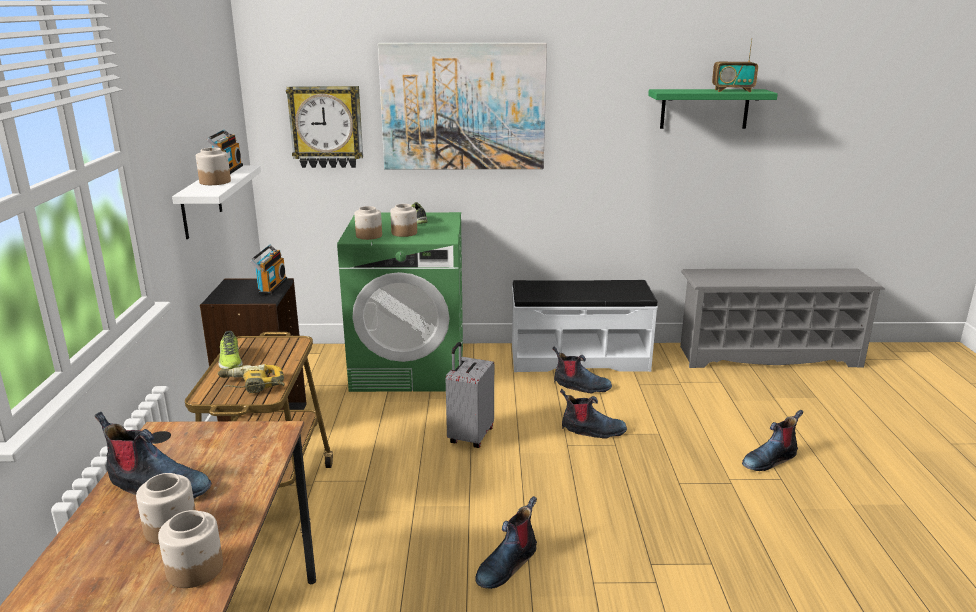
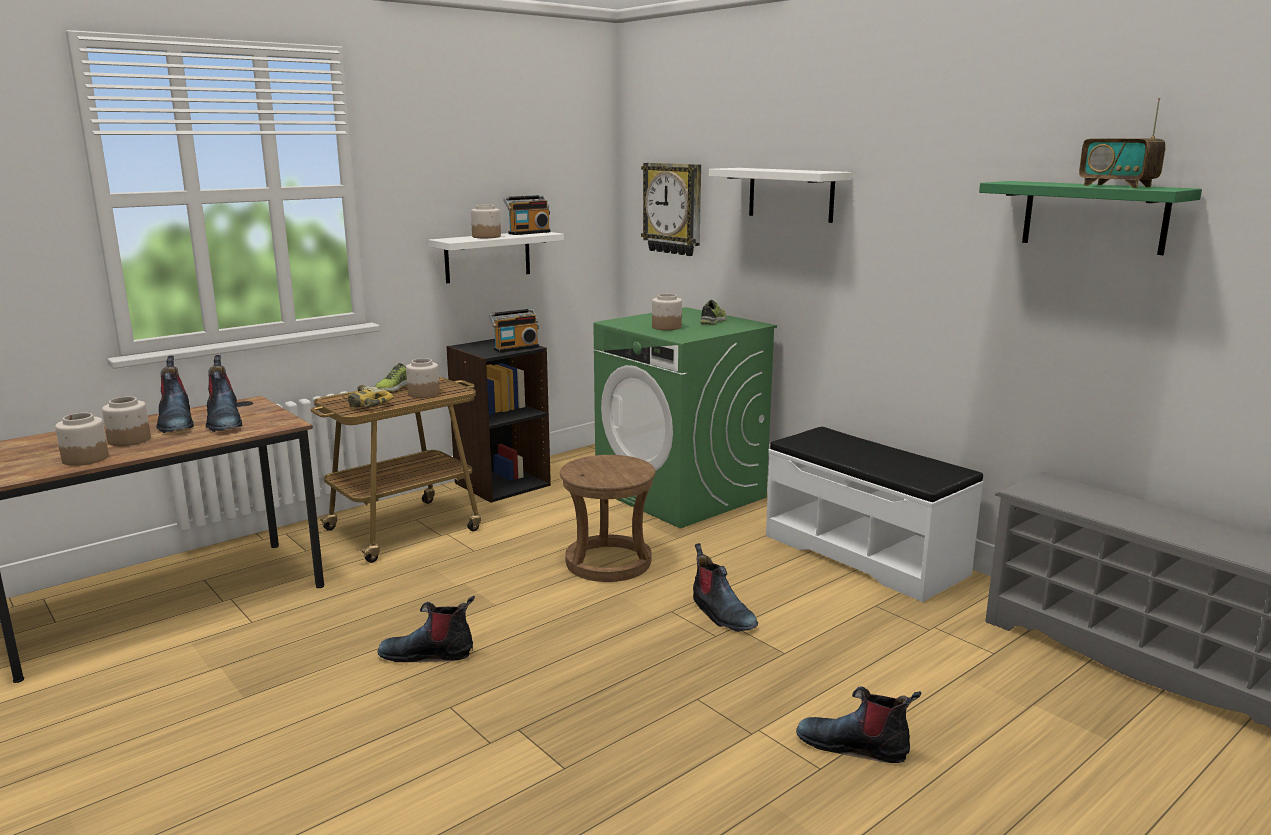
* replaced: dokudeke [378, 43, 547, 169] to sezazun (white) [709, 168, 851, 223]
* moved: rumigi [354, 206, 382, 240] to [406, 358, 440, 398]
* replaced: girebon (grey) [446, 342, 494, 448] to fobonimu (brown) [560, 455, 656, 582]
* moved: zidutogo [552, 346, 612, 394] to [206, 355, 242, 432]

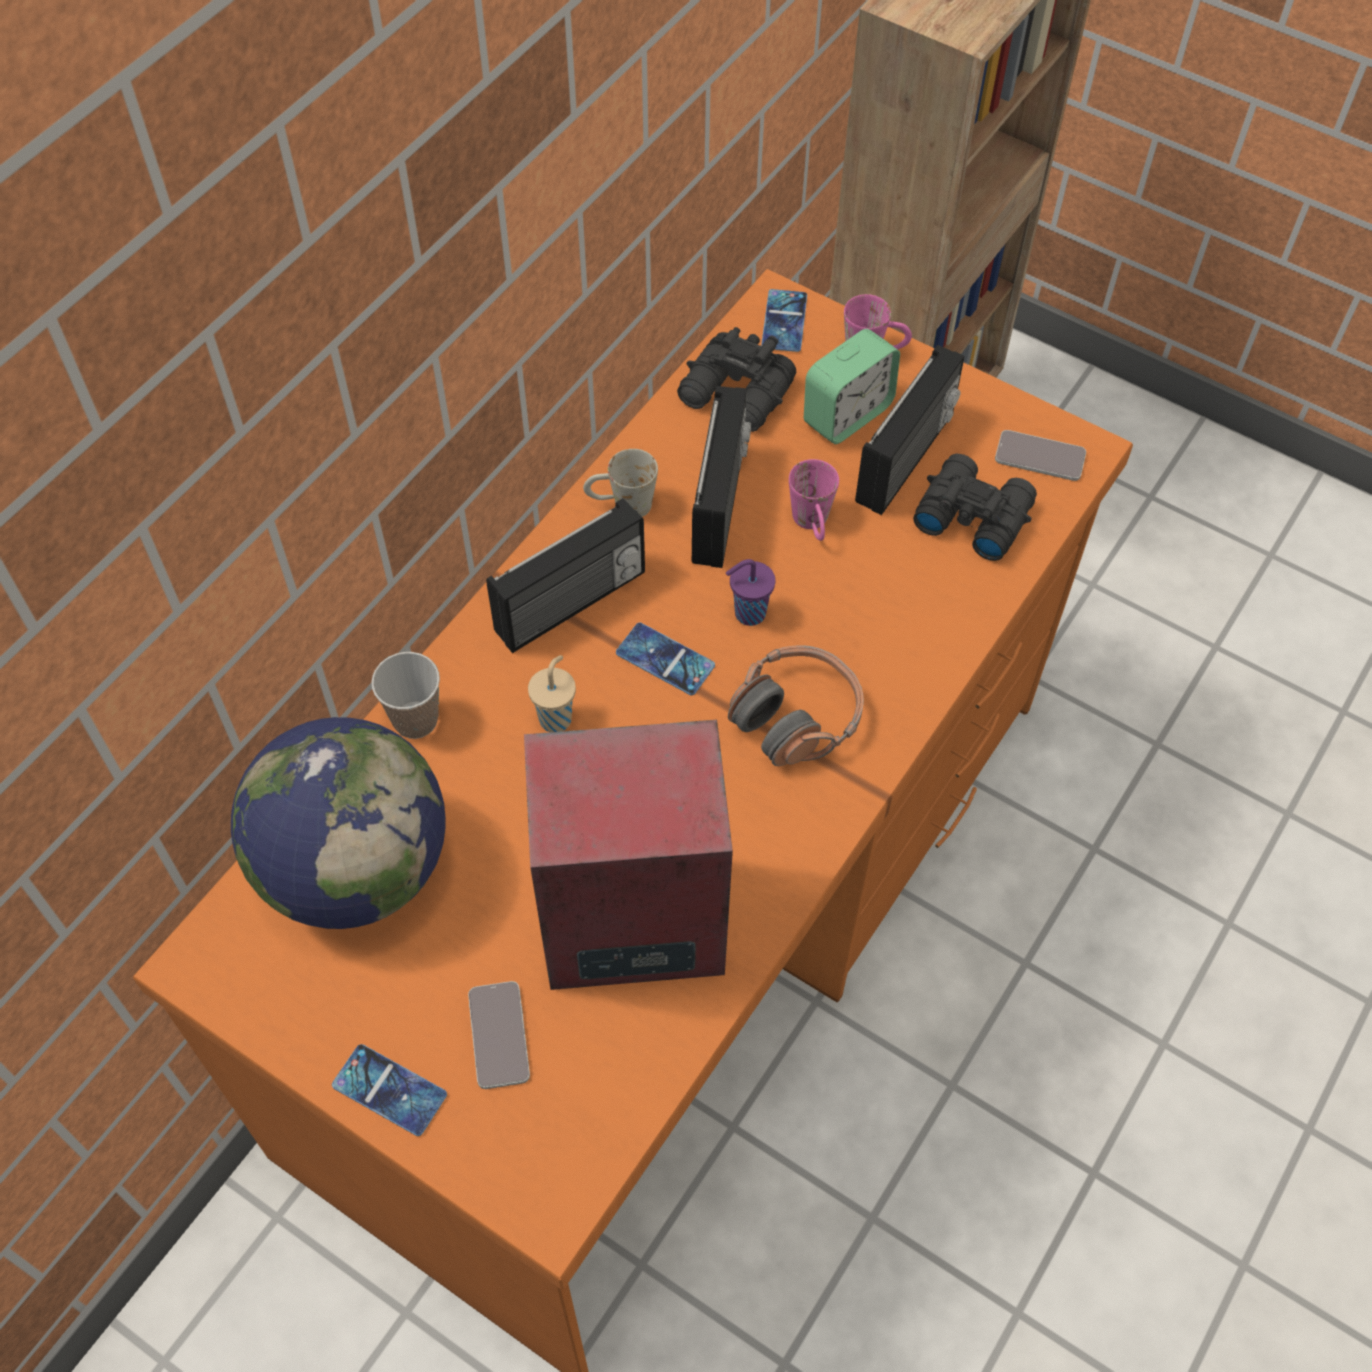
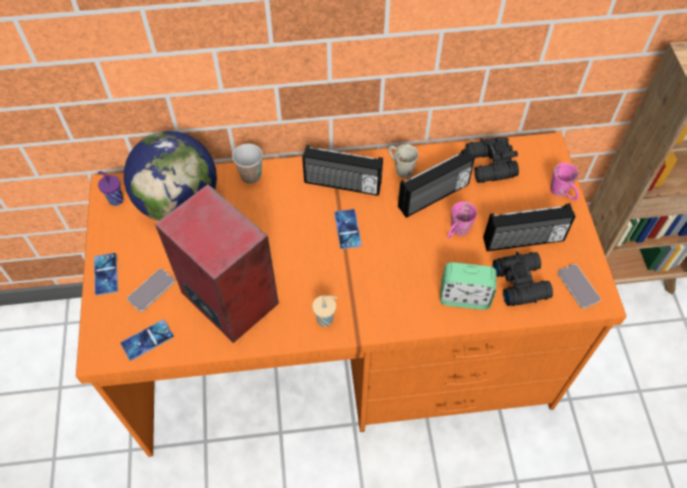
* moved: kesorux [761, 289, 807, 352] to [120, 320, 174, 361]
* moved: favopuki [804, 329, 900, 444] to [440, 262, 496, 310]
* moved: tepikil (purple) [726, 559, 776, 626] to [98, 171, 124, 206]
* removed: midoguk [728, 645, 864, 766]
* moved: tepikil (beige) [528, 655, 576, 732] to [312, 295, 338, 327]

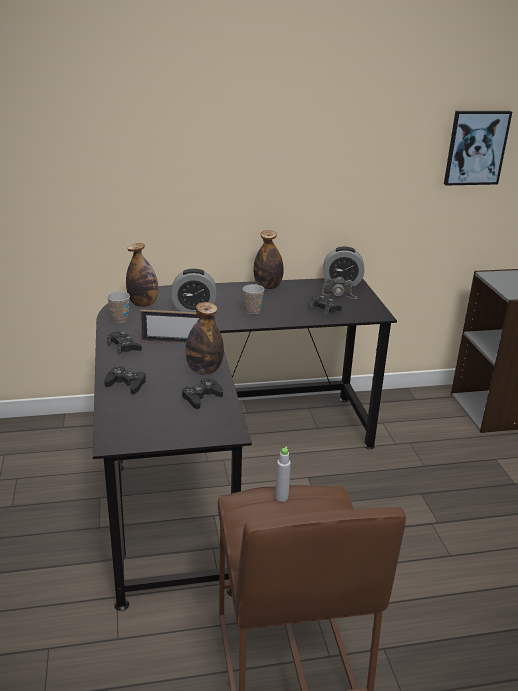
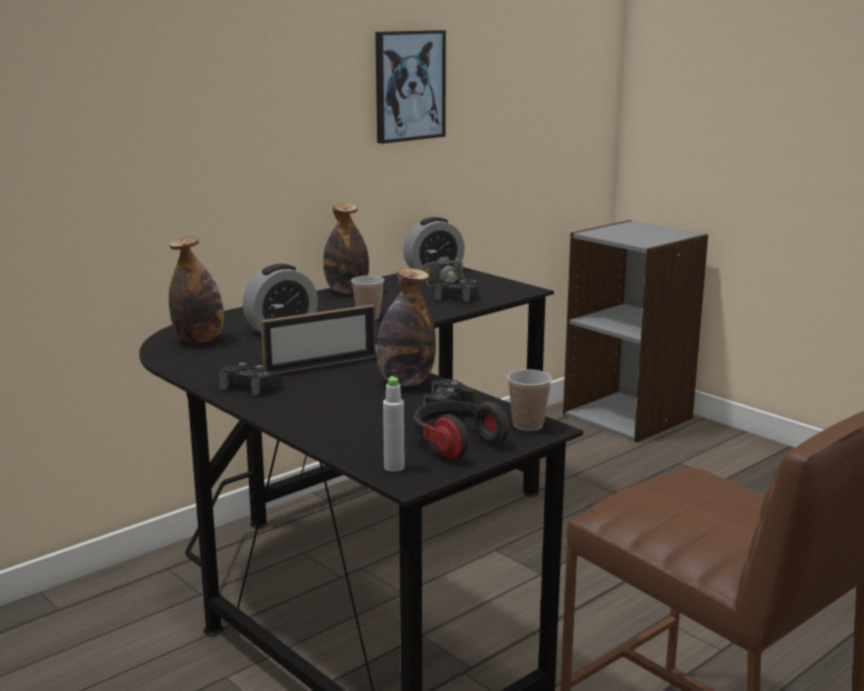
* moved: dokudeke [444, 111, 512, 186] to [375, 30, 446, 144]
* moved: tepikil [107, 292, 130, 323] to [507, 369, 552, 431]
* removed: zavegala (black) [104, 366, 146, 394]
* moved: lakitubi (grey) [275, 447, 291, 502] to [383, 376, 405, 472]
* added: midoguk [413, 401, 509, 460]

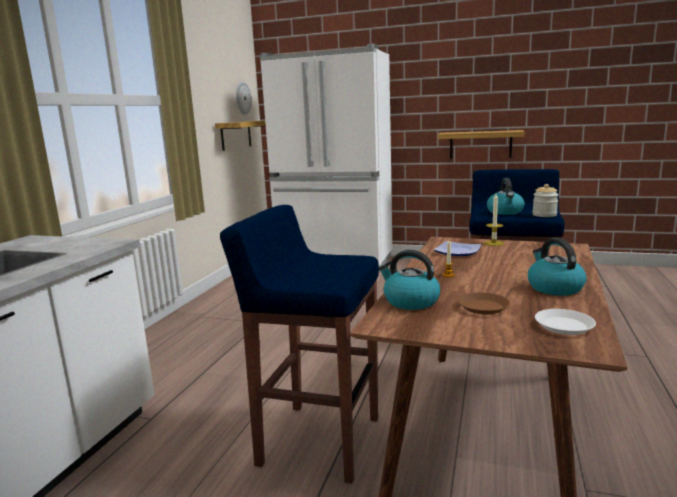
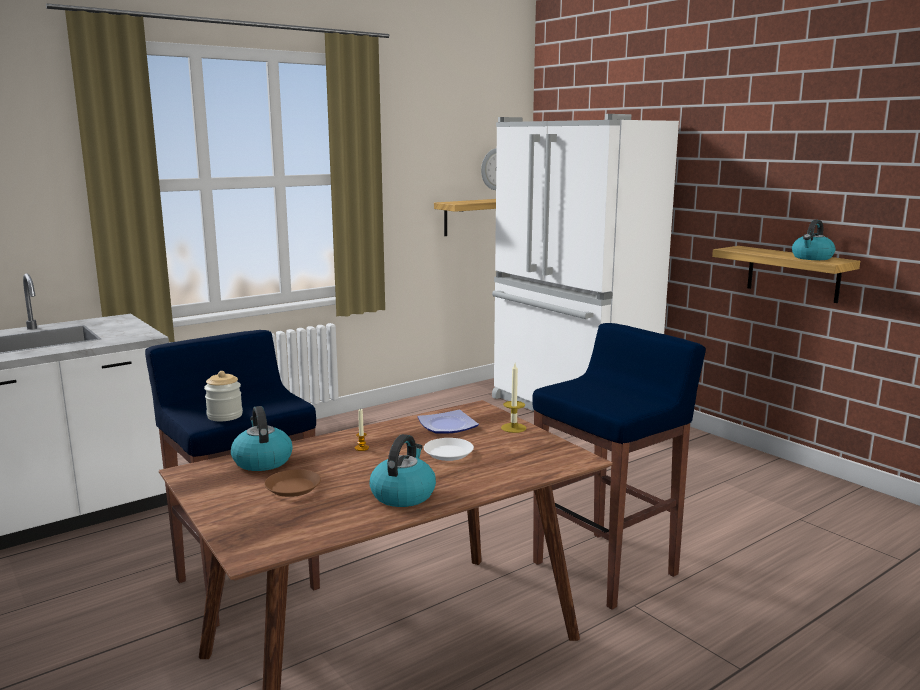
* moved: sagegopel [487, 178, 525, 215] to [792, 220, 835, 260]
* moved: rumigi [532, 184, 559, 217] to [204, 371, 243, 421]
* moved: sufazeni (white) [535, 309, 596, 335] to [424, 438, 474, 461]

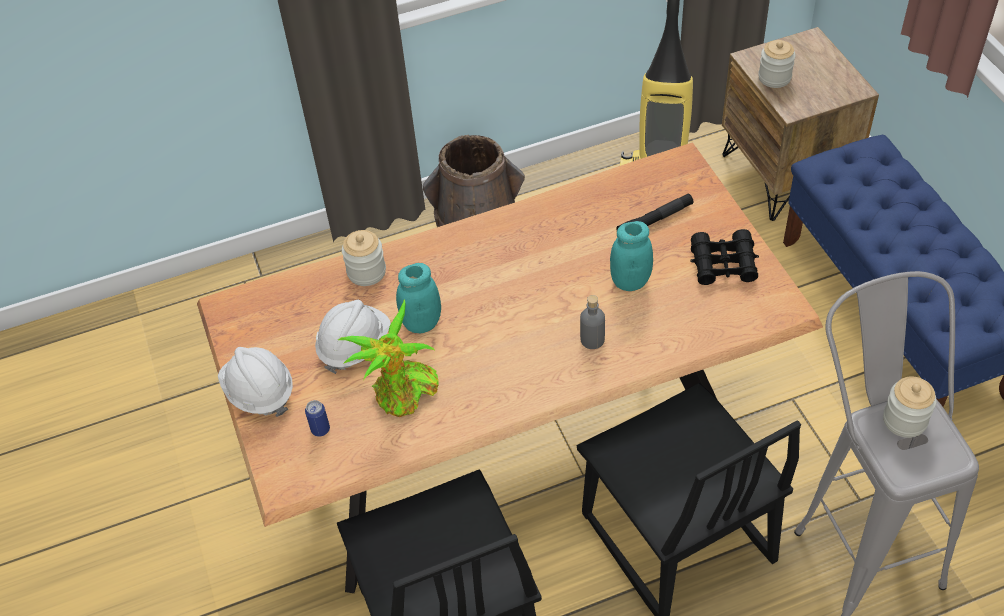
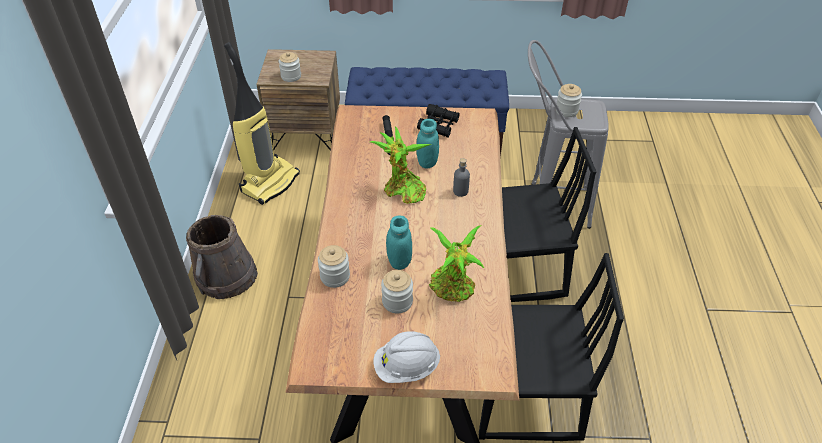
* replaced: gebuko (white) [315, 300, 391, 374] to rumigi [381, 270, 413, 314]
* removed: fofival [305, 400, 330, 436]
* added: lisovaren [370, 126, 431, 204]

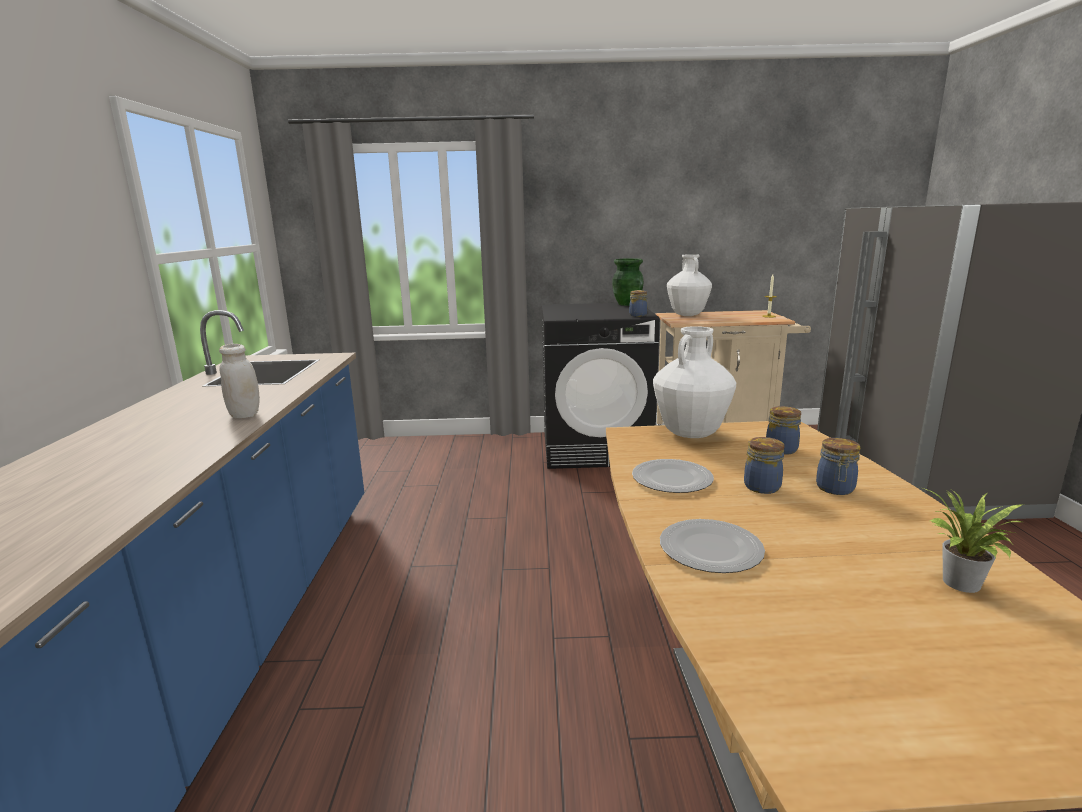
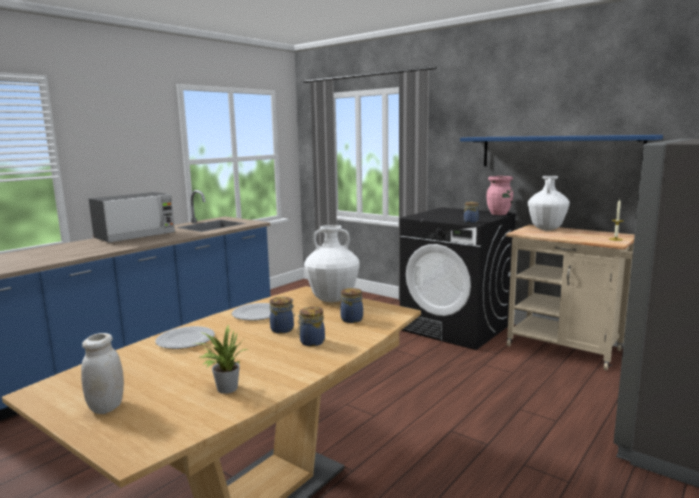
* recoloured: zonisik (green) [612, 258, 644, 306] to zonisik (pink) [486, 176, 513, 215]
* moved: rumigi (white) [219, 344, 260, 418] to [81, 333, 124, 414]
* added: sezazun (blue) [460, 135, 663, 168]
* added: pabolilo [89, 192, 175, 242]

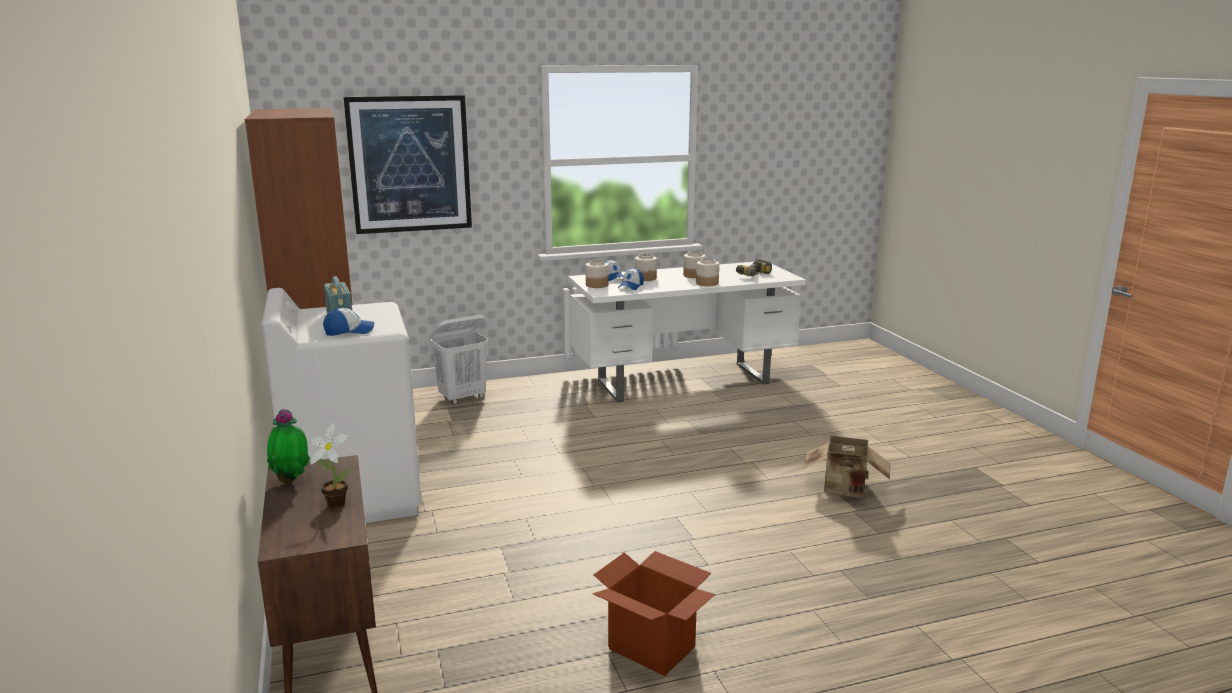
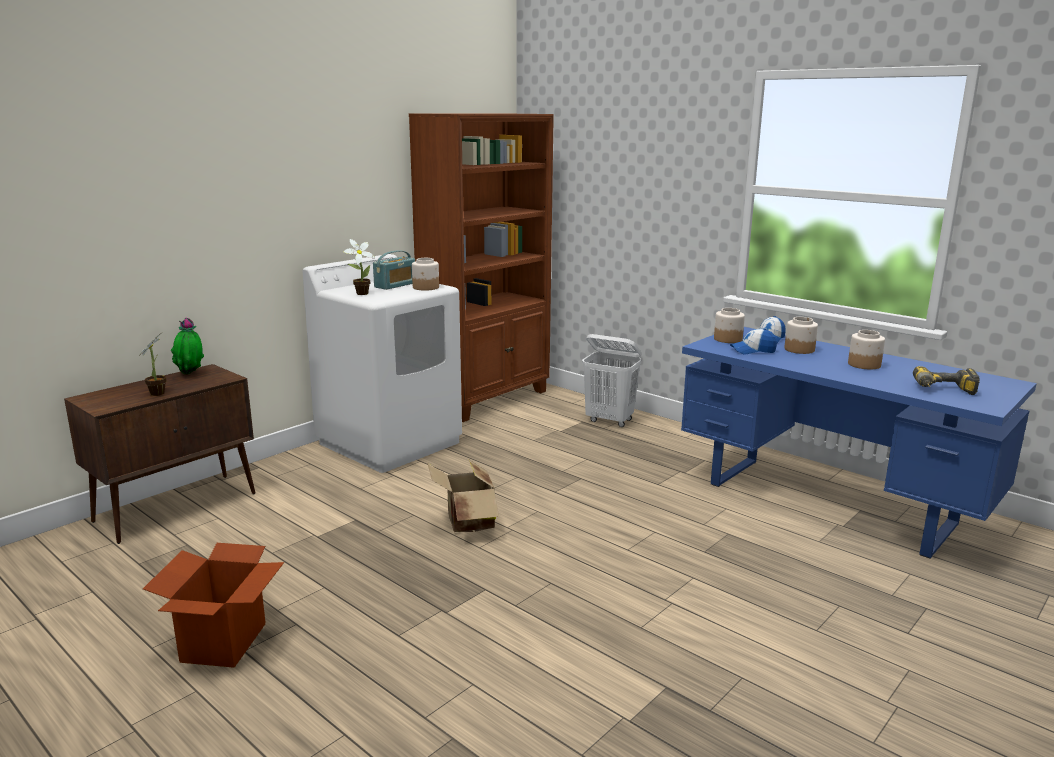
* removed: dokudeke [344, 95, 472, 234]
* moved: rumigi [696, 258, 719, 286] to [412, 258, 439, 291]
* recoloured: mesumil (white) [568, 262, 806, 402] to mesumil (blue) [681, 327, 1037, 559]
* replaced: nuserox [323, 308, 374, 336] to lisovaren [343, 239, 375, 295]
* moved: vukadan [804, 436, 890, 498] to [427, 460, 499, 532]

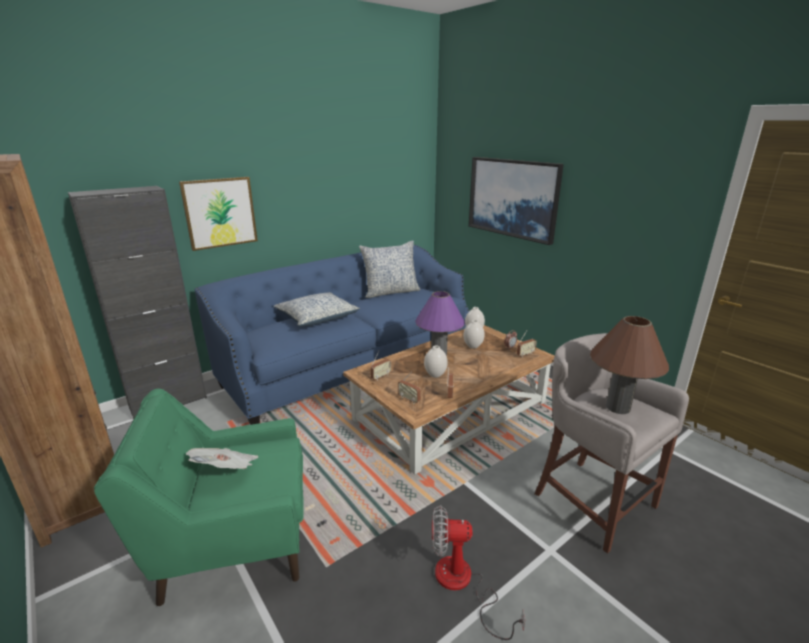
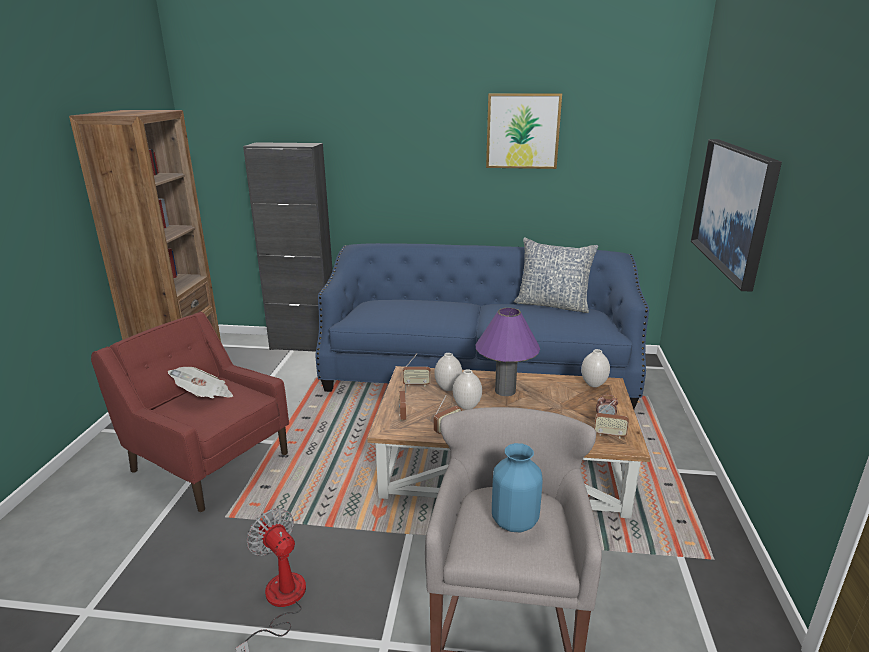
* moved: dokudeke [179, 177, 258, 251] to [486, 93, 562, 169]
* removed: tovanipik [274, 292, 360, 327]
* replaced: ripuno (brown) [590, 316, 669, 414] to zonisik (blue) [492, 443, 543, 532]
* moved: zonisik (white) [463, 320, 485, 349] to [435, 353, 462, 391]
* recoloured: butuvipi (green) [94, 389, 303, 606] to butuvipi (red) [91, 312, 289, 512]

